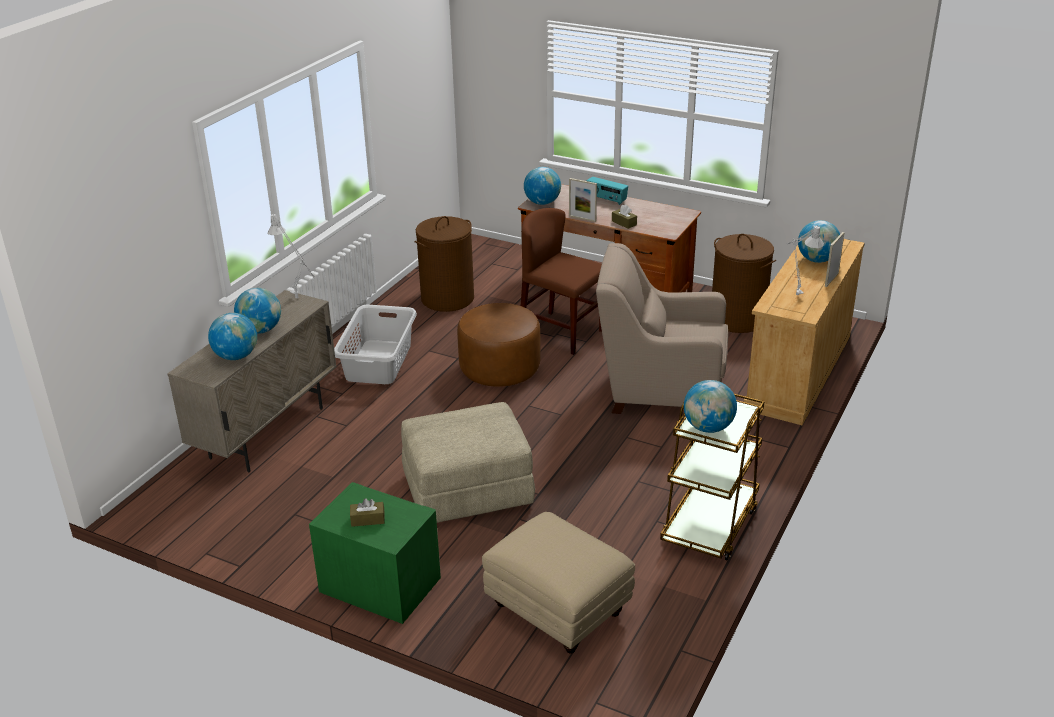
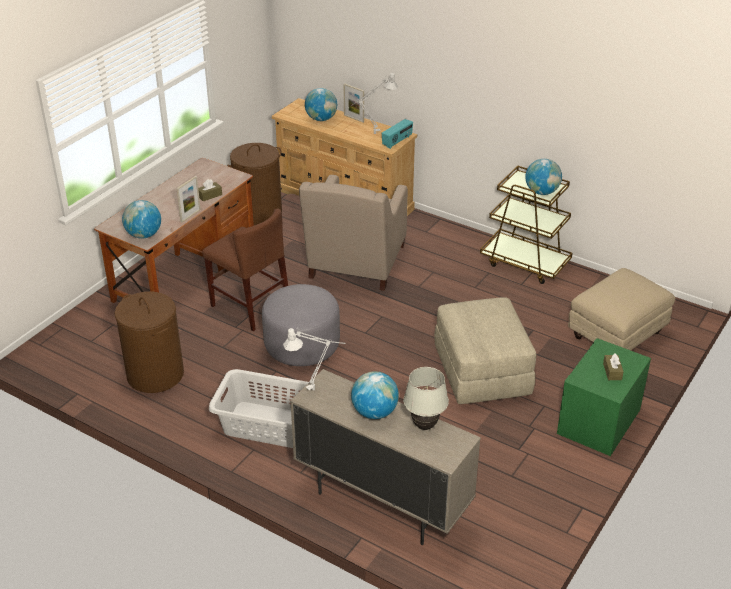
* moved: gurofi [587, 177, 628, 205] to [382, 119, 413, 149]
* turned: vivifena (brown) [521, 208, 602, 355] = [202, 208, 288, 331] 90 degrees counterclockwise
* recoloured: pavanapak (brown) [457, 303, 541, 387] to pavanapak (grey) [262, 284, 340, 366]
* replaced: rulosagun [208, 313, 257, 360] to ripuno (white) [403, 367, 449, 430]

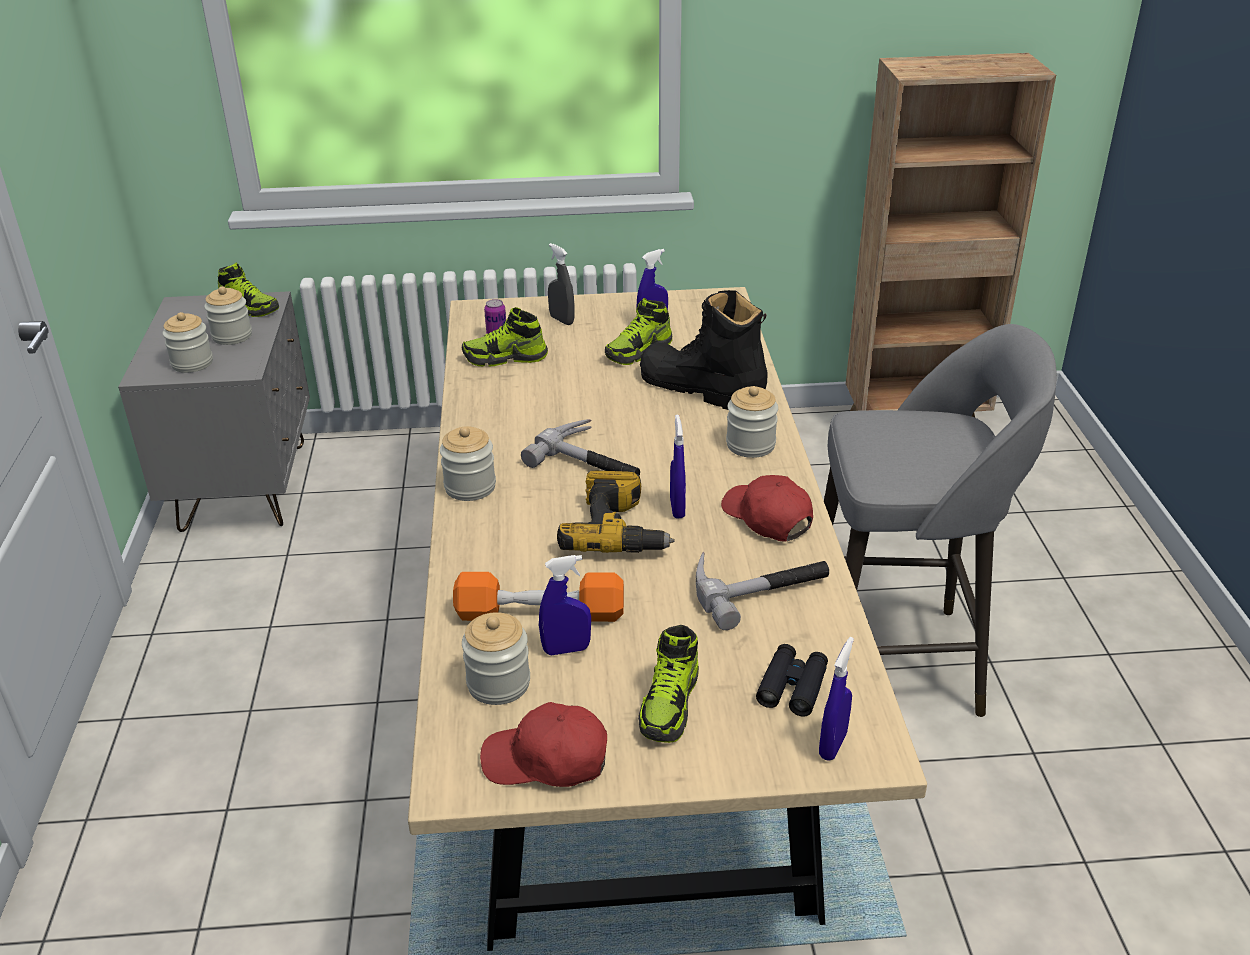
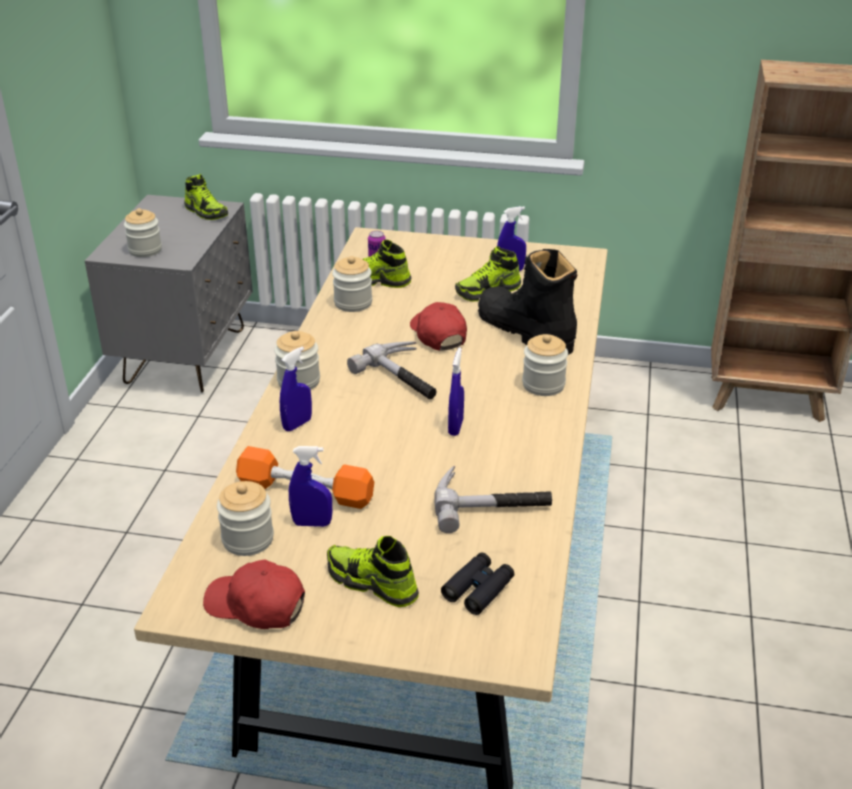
* removed: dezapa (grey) [548, 243, 575, 325]
* moved: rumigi [204, 286, 252, 345] to [332, 256, 372, 312]
* removed: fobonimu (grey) [824, 324, 1057, 717]
* removed: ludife [557, 471, 675, 553]
* moved: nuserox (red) [721, 475, 813, 542] to [410, 302, 467, 351]
* turned: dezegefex [638, 625, 699, 743] = [327, 536, 419, 607] 90 degrees clockwise
* moved: dezapa (blue) [819, 637, 854, 761] to [280, 347, 312, 431]

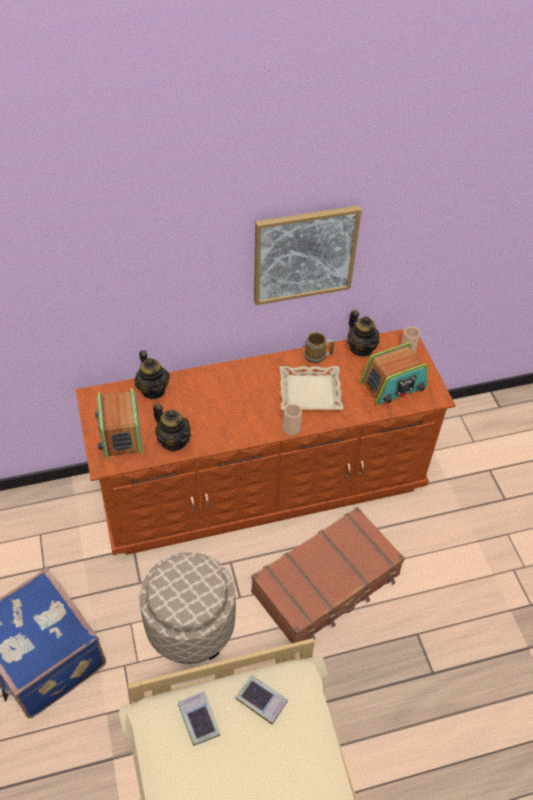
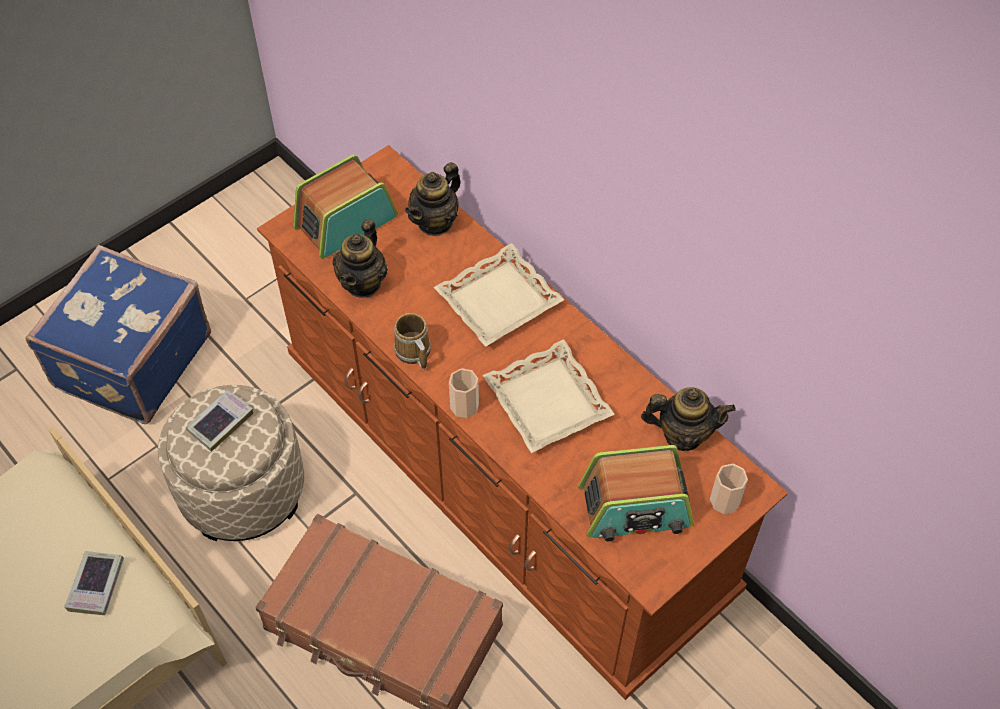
* removed: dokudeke [254, 205, 362, 305]
* turned: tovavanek [347, 310, 379, 357] = [641, 387, 736, 451] 120 degrees counterclockwise
* moved: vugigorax [304, 332, 334, 363] to [394, 313, 431, 369]
* turned: gurofi [360, 343, 428, 405] = [578, 445, 694, 541] 45 degrees counterclockwise
* moved: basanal [178, 691, 220, 746] to [186, 390, 253, 452]
* added: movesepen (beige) [434, 243, 565, 347]

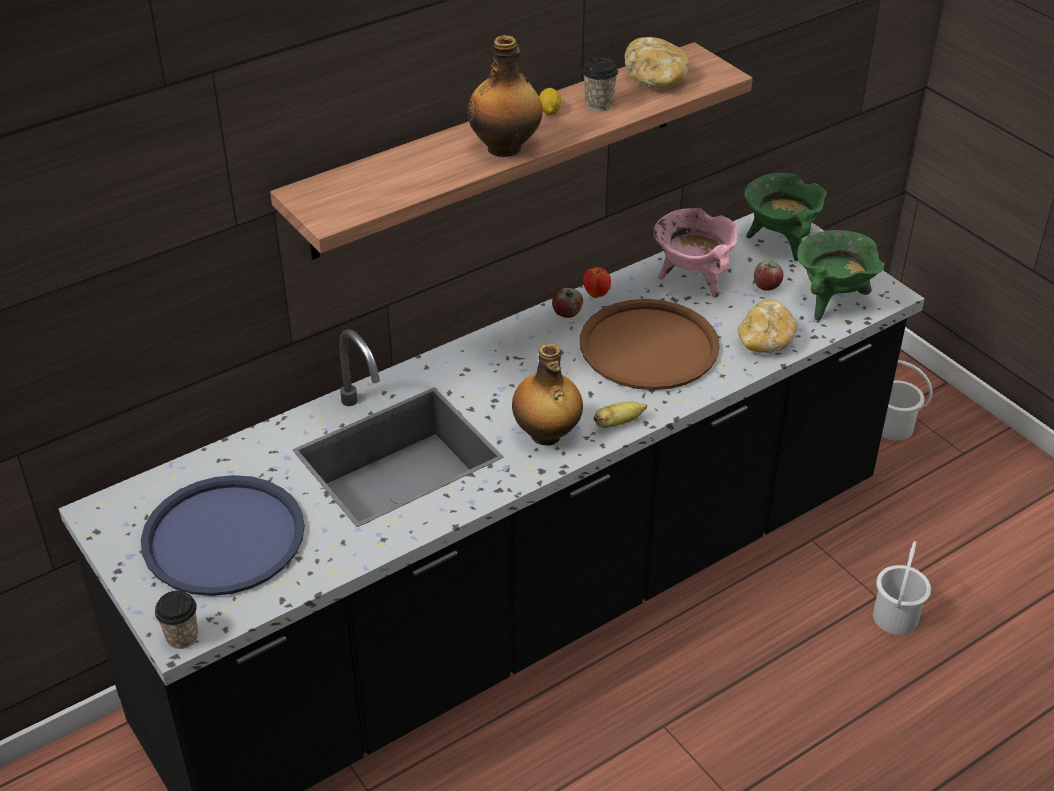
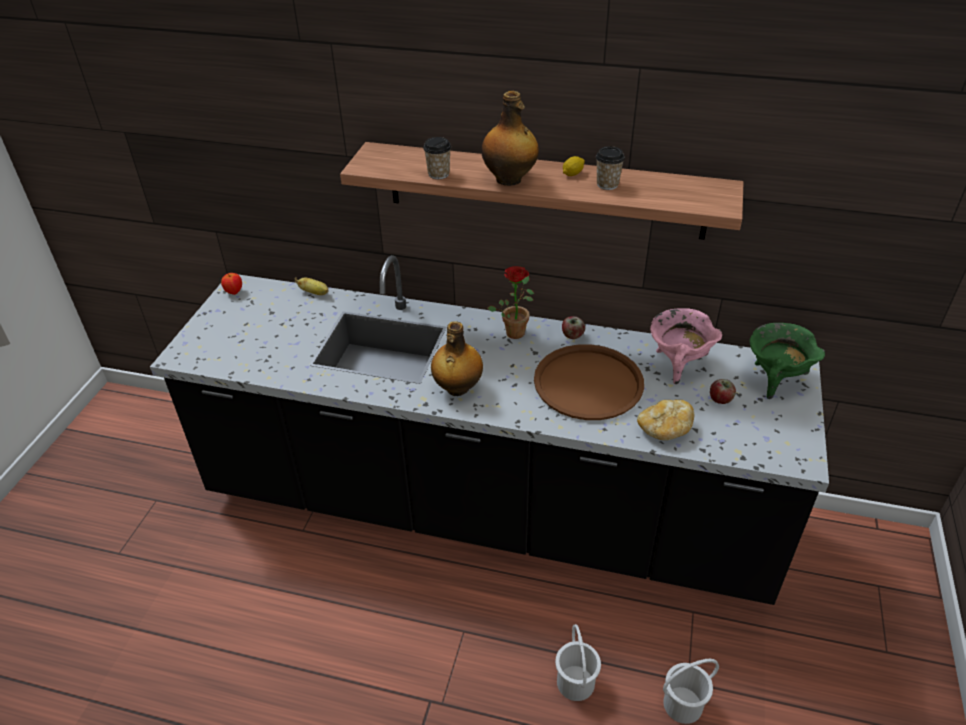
* removed: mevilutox [625, 37, 690, 88]
* removed: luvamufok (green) [797, 230, 885, 320]
* moved: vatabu [583, 267, 611, 298] to [221, 273, 242, 295]
* moved: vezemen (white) [882, 360, 933, 441] to [555, 624, 601, 701]
* moved: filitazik [594, 401, 647, 428] to [295, 277, 329, 295]
* removed: movesepen (blue) [141, 475, 305, 596]
* moved: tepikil [155, 591, 198, 649] to [423, 137, 451, 179]
* added: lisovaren [487, 266, 534, 339]

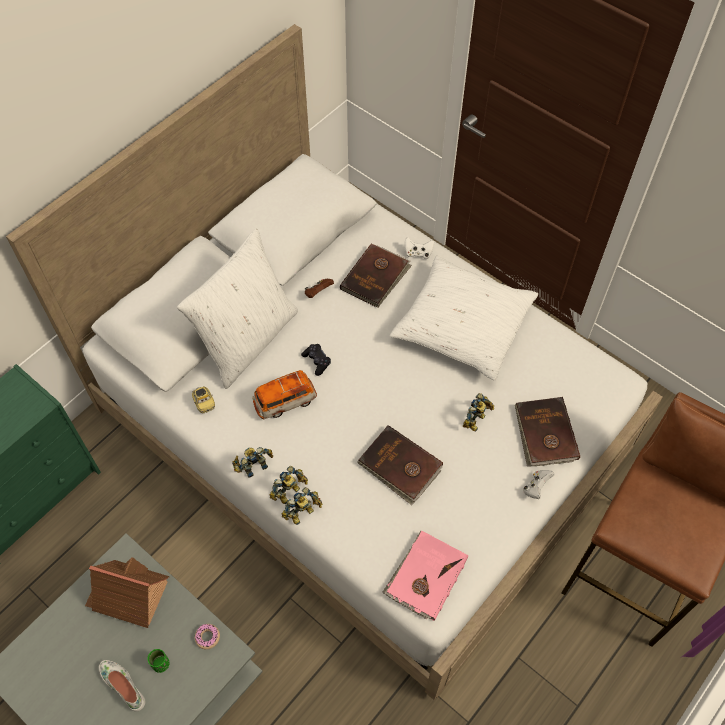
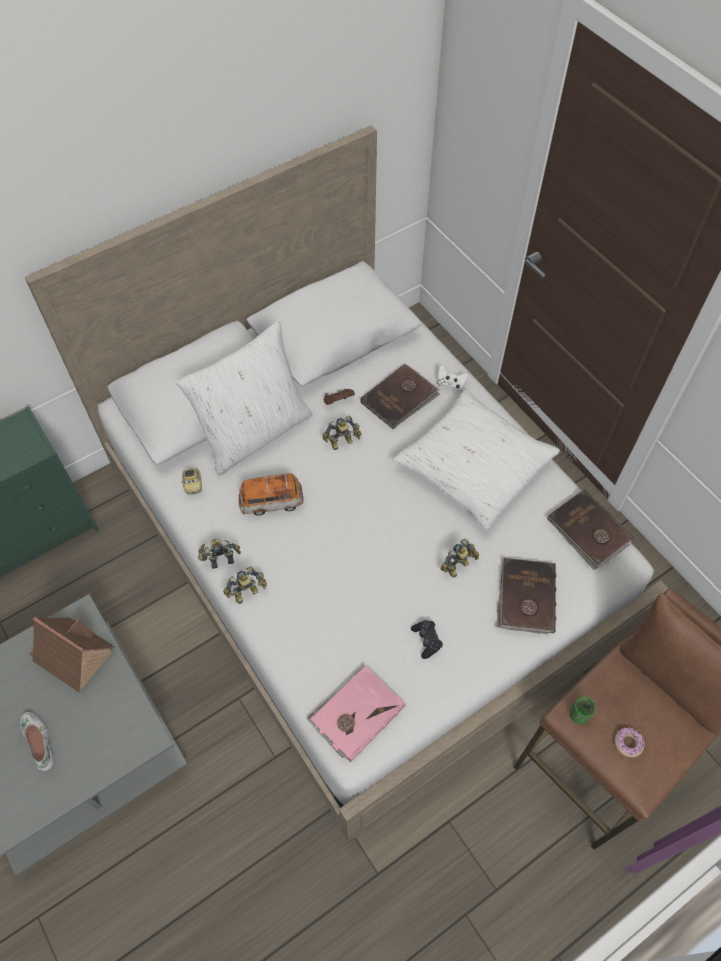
* moved: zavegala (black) [301, 344, 331, 376] to [411, 620, 443, 659]
* moved: basanal (brown) [357, 425, 443, 505] to [546, 490, 633, 570]
* removed: zavegala (white) [523, 470, 555, 499]
* moved: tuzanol [282, 487, 322, 525] to [323, 415, 361, 450]
* moved: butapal [195, 624, 220, 649] to [614, 727, 644, 758]
* moved: tepikil (green) [148, 649, 169, 673] to [570, 697, 596, 724]

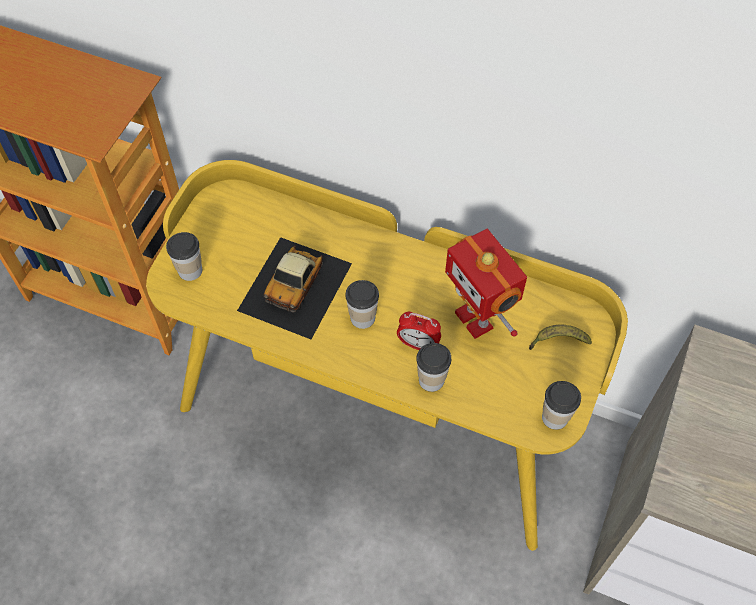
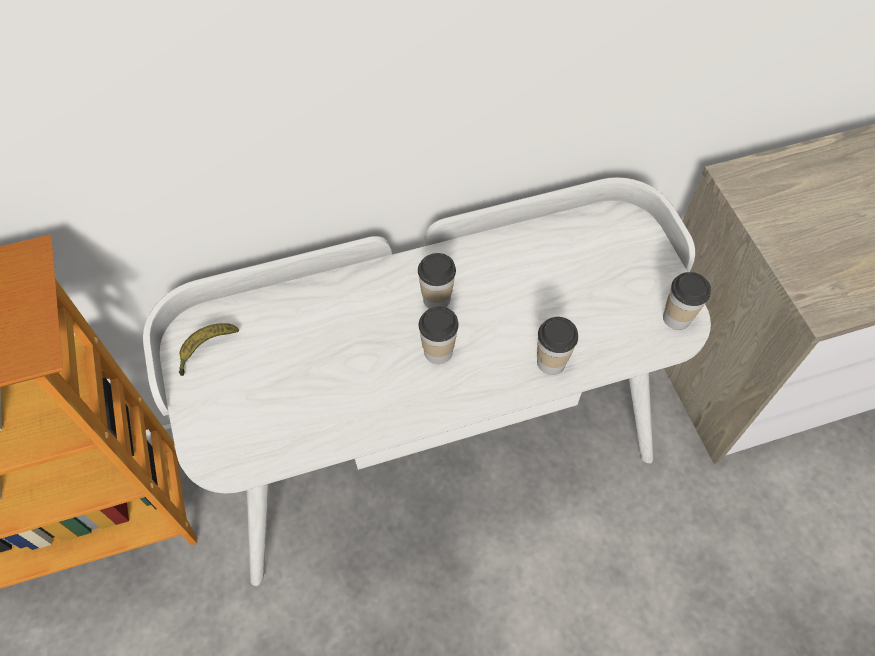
* recoloured: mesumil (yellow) [146, 160, 628, 551] to mesumil (white) [143, 177, 711, 586]
* removed: tuzanol [445, 229, 527, 339]
* moved: tepikil [166, 232, 202, 281] to [418, 253, 456, 309]
* removed: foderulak [237, 237, 352, 339]
* removed: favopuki [397, 312, 441, 350]
* moved: filitazik [529, 325, 592, 350] to [179, 323, 239, 376]

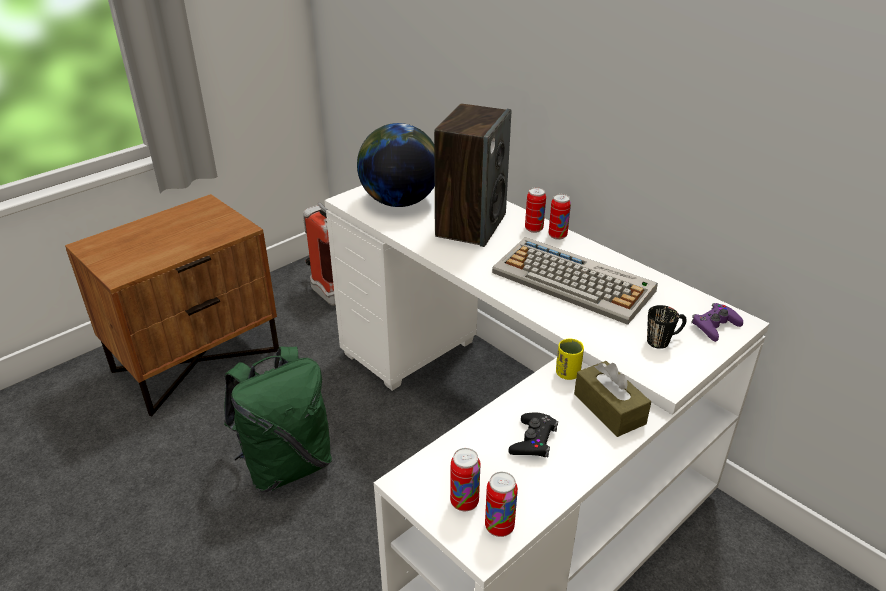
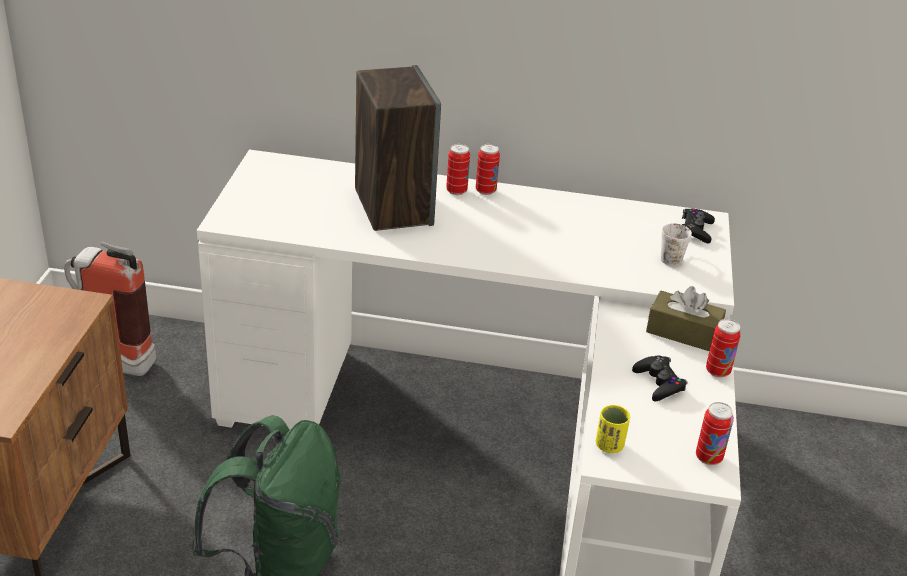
* removed: rulosagun [357, 123, 435, 207]
* removed: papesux [492, 237, 658, 325]
* recoloured: zavegala (purple) [691, 303, 743, 342] to zavegala (black) [681, 208, 715, 244]
* recoloured: vugigorax (black) [647, 305, 687, 349] to vugigorax (white) [661, 223, 692, 266]
* moved: tepikil (yellow) [556, 339, 584, 380] to [596, 405, 630, 453]
* moved: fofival [450, 448, 481, 511] to [706, 319, 741, 378]

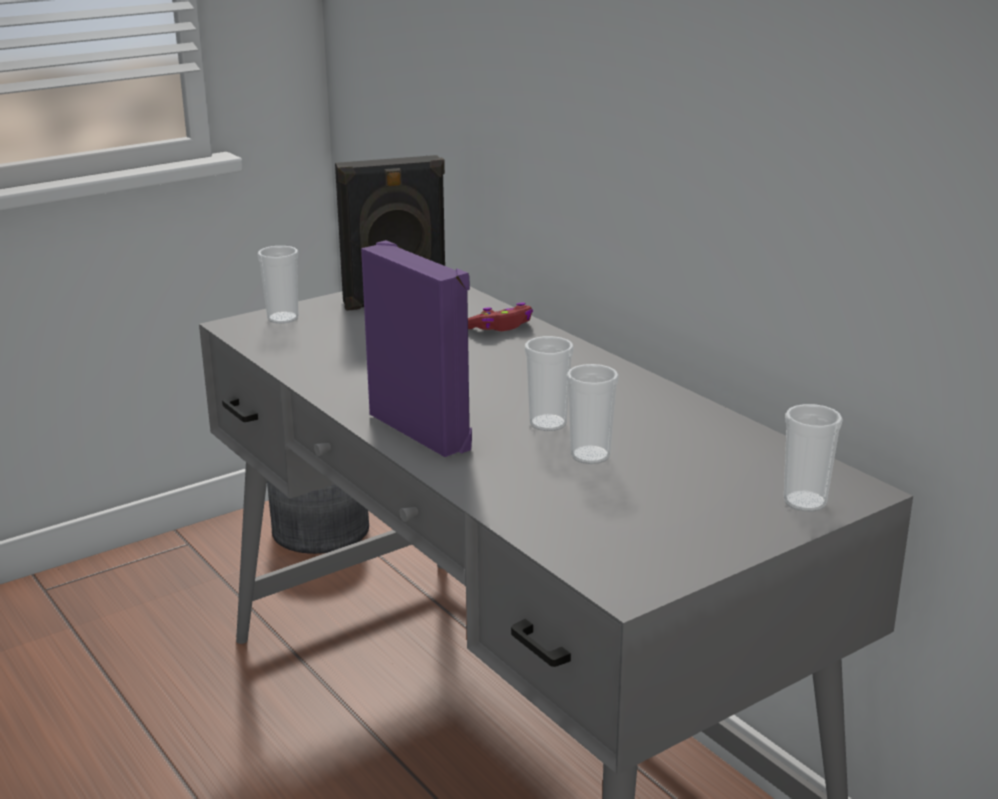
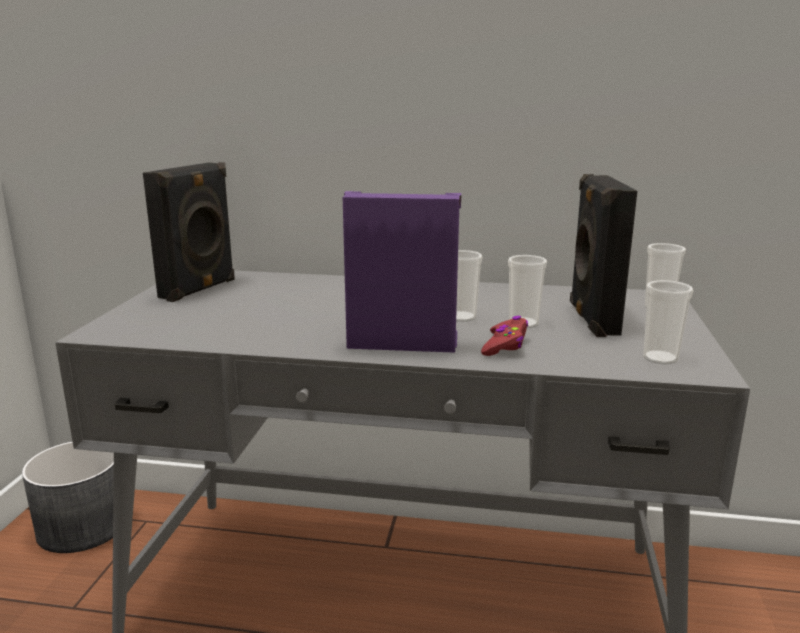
* moved: tepikil [257, 246, 298, 324] to [643, 280, 693, 364]
* moved: zavegala (red) [468, 303, 533, 331] to [481, 316, 528, 356]
* added: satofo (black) [570, 174, 637, 337]

